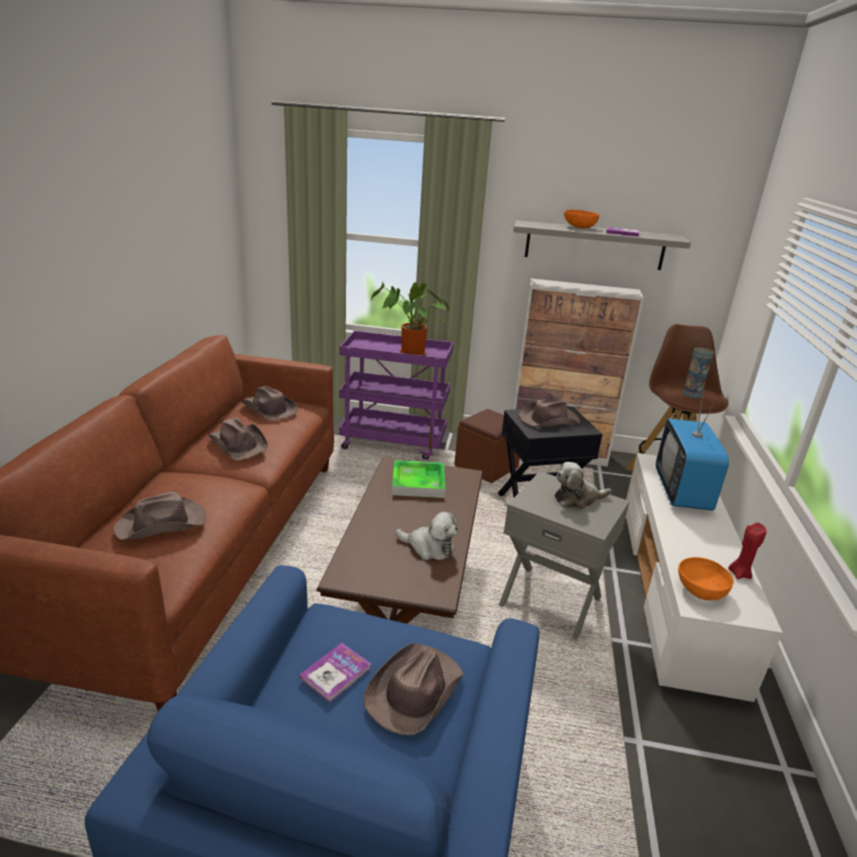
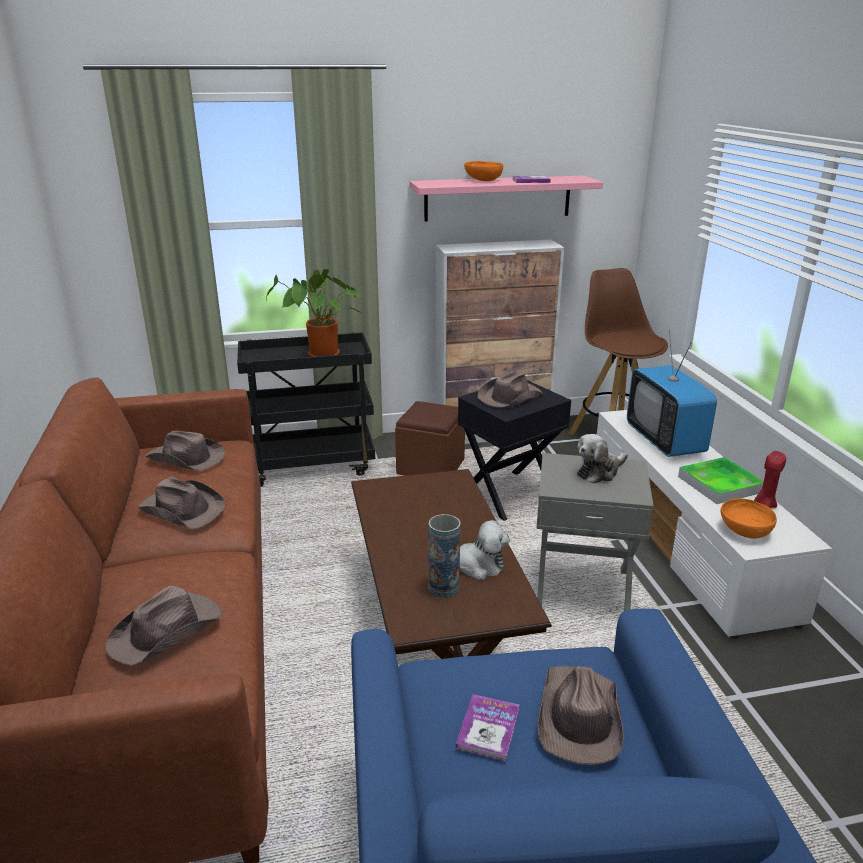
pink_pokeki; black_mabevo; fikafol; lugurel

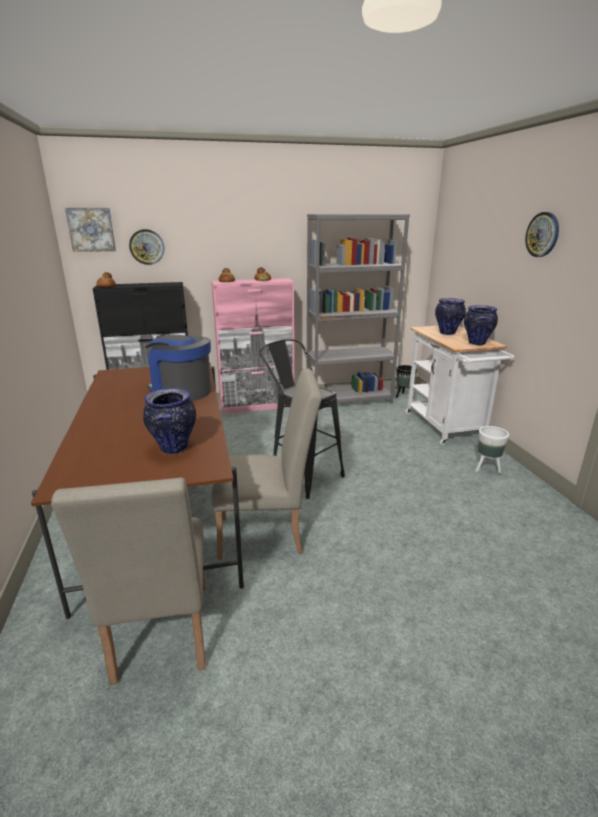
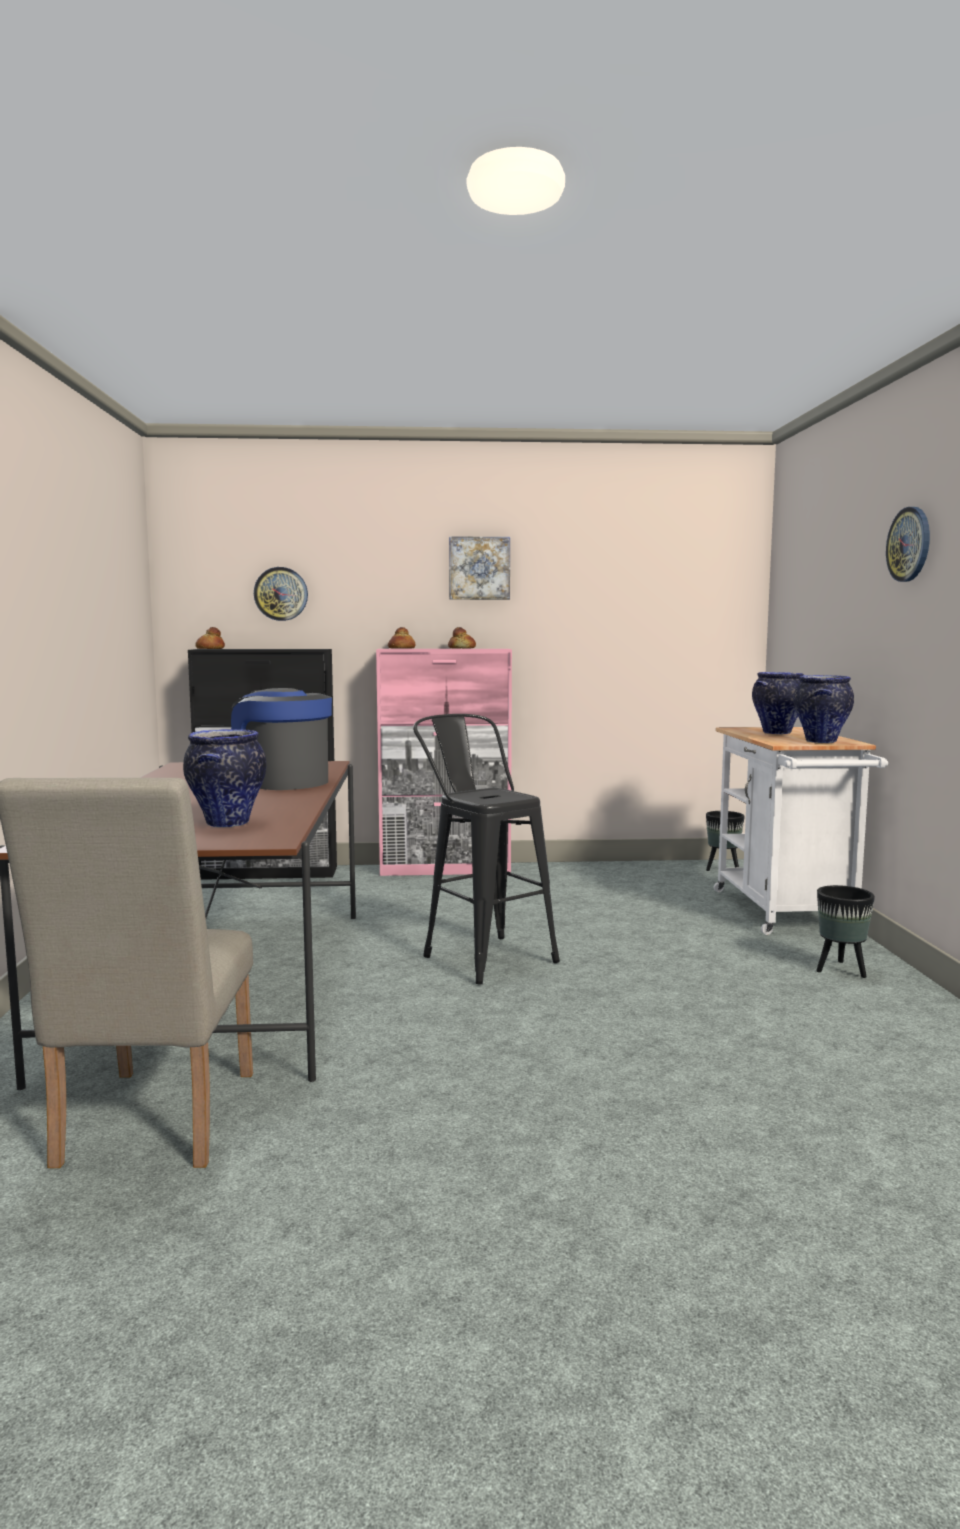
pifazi; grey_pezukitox; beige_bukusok (no. 2 from left in the first image); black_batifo (no. 2 from left)

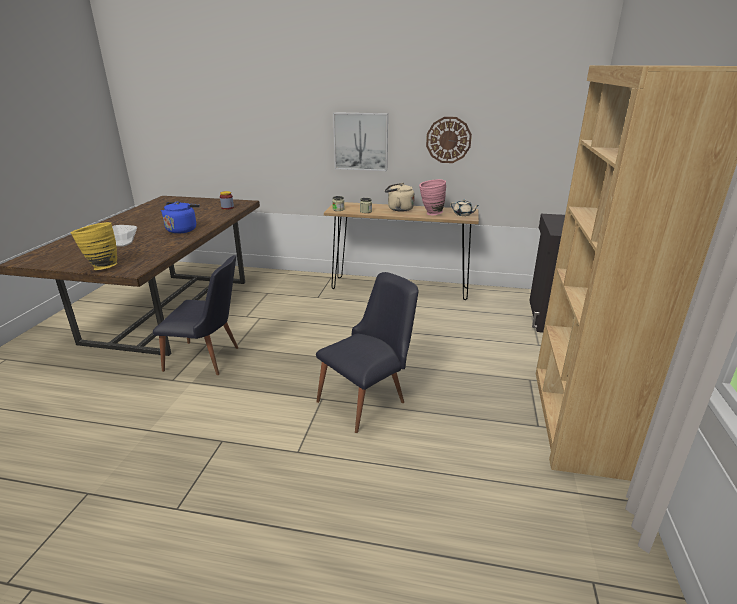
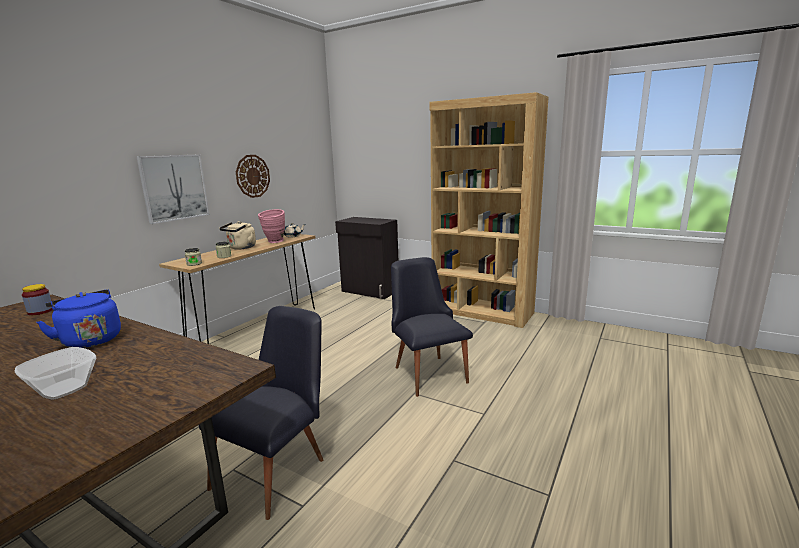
yellow_fikafol

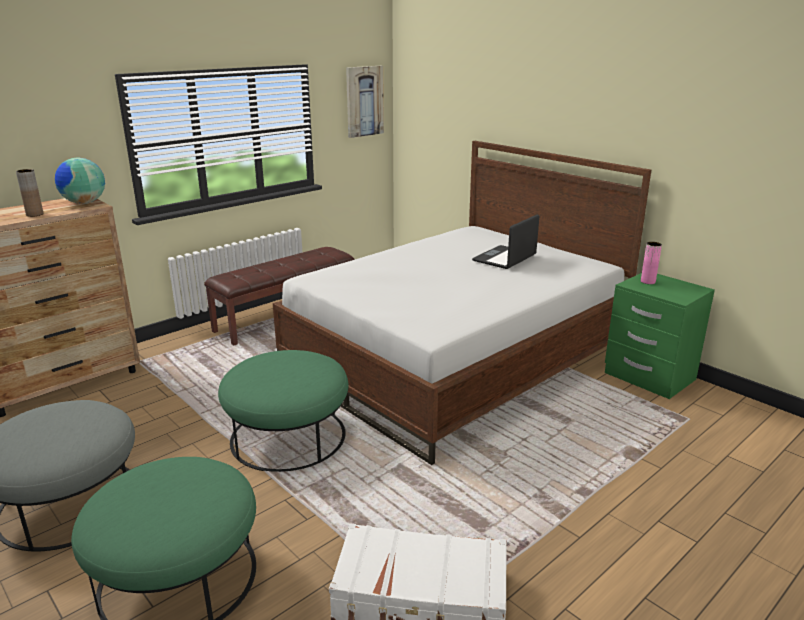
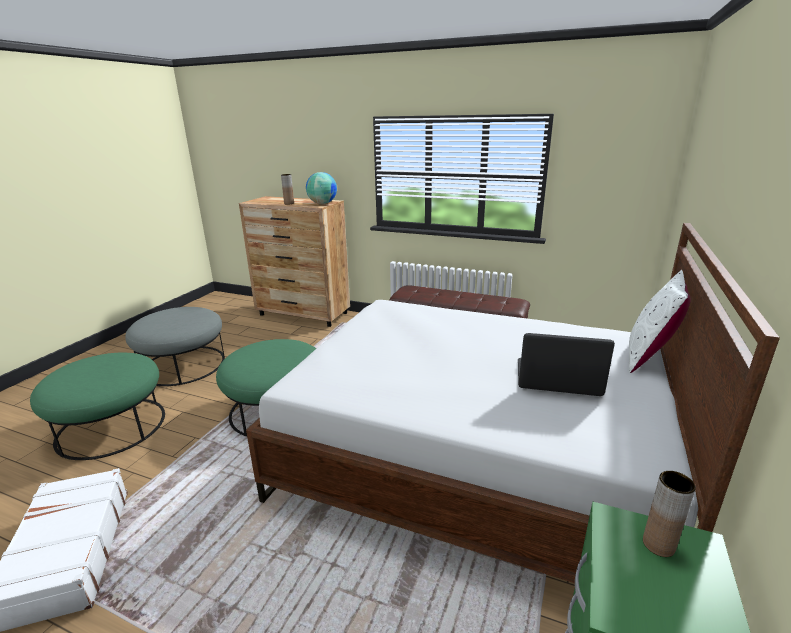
pifazi; brown_fikafol (no. 2 from left); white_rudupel

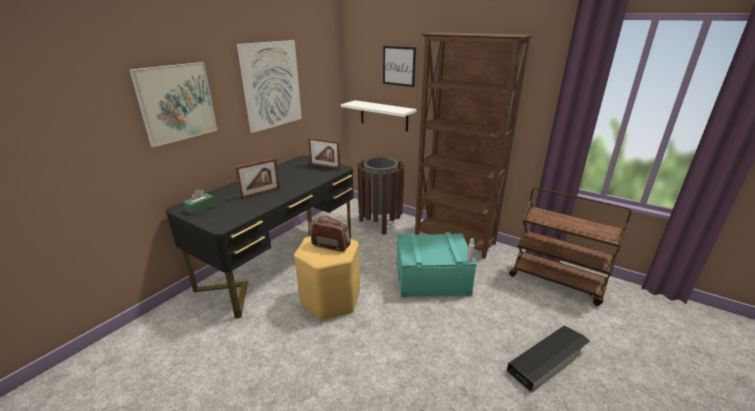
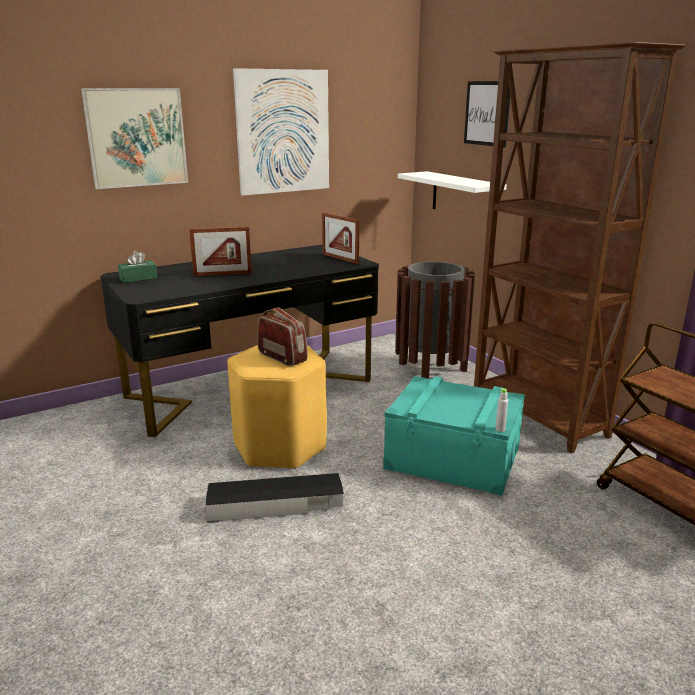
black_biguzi

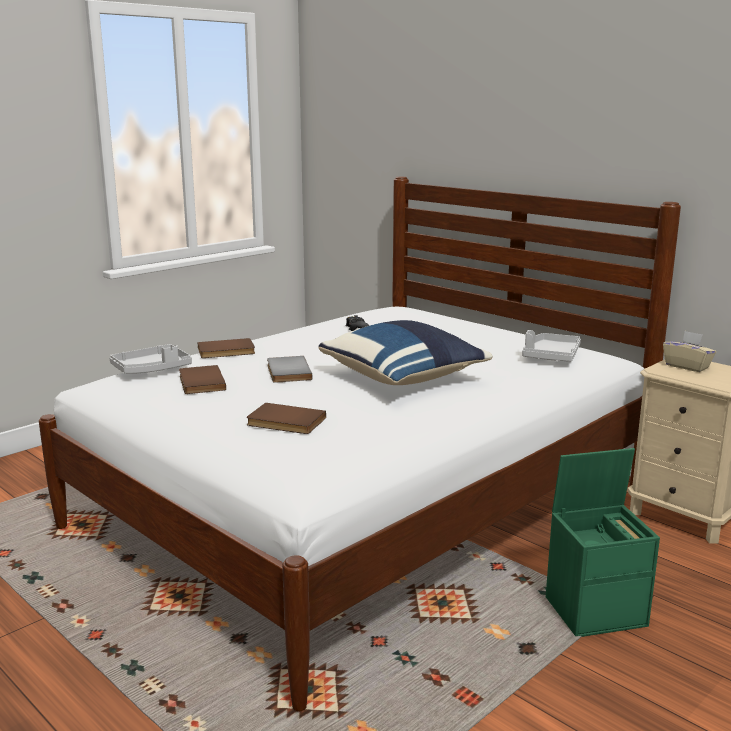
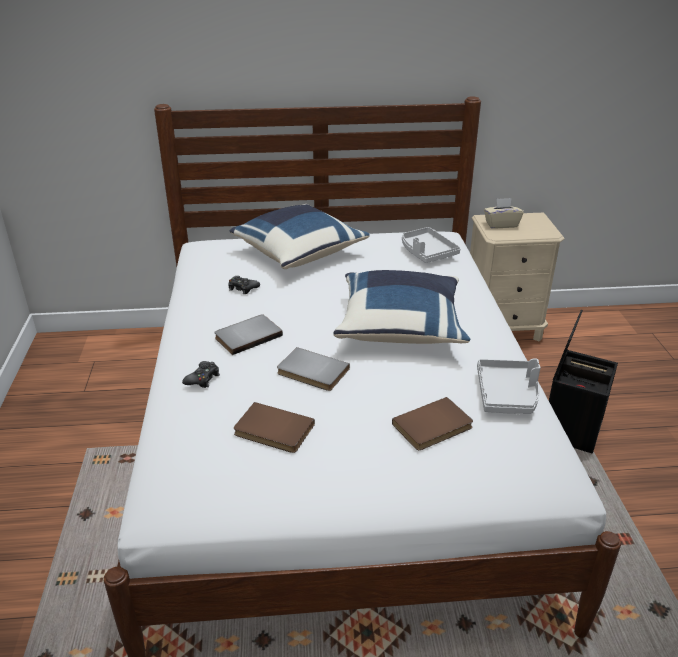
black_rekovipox (no. 1 from left); grey_lugurel (no. 2 from left); black_biguzi; blue_rudupel (no. 1 from left); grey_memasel (no. 1 from left)

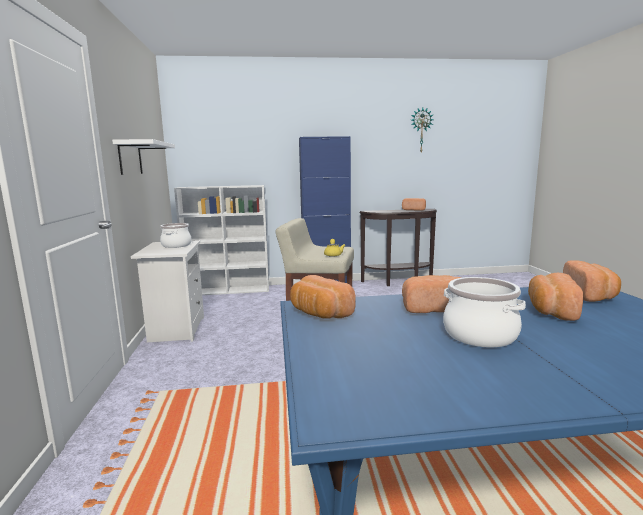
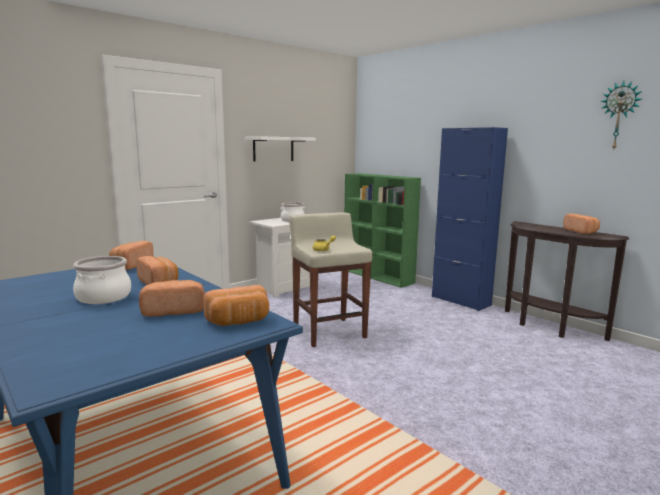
green_pezukitox

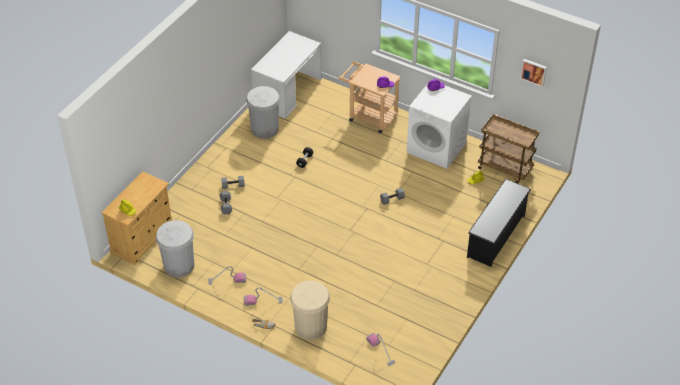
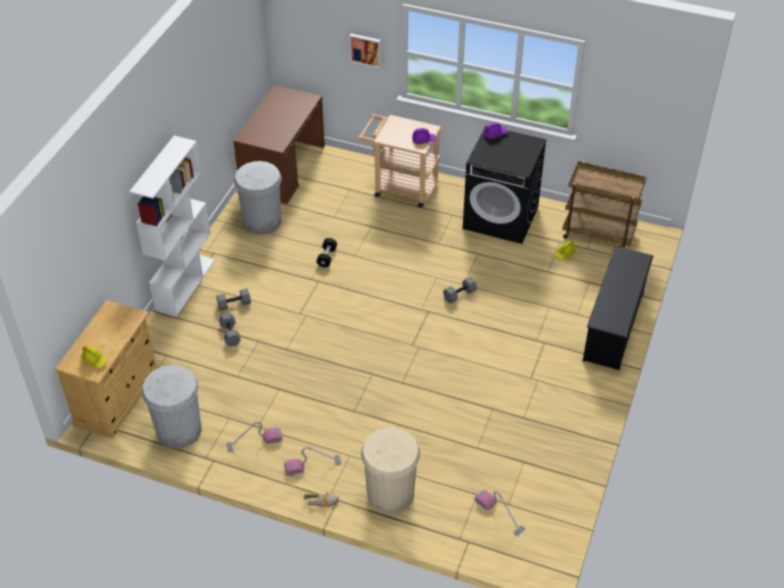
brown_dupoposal; pifazi; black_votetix; white_pezukitox

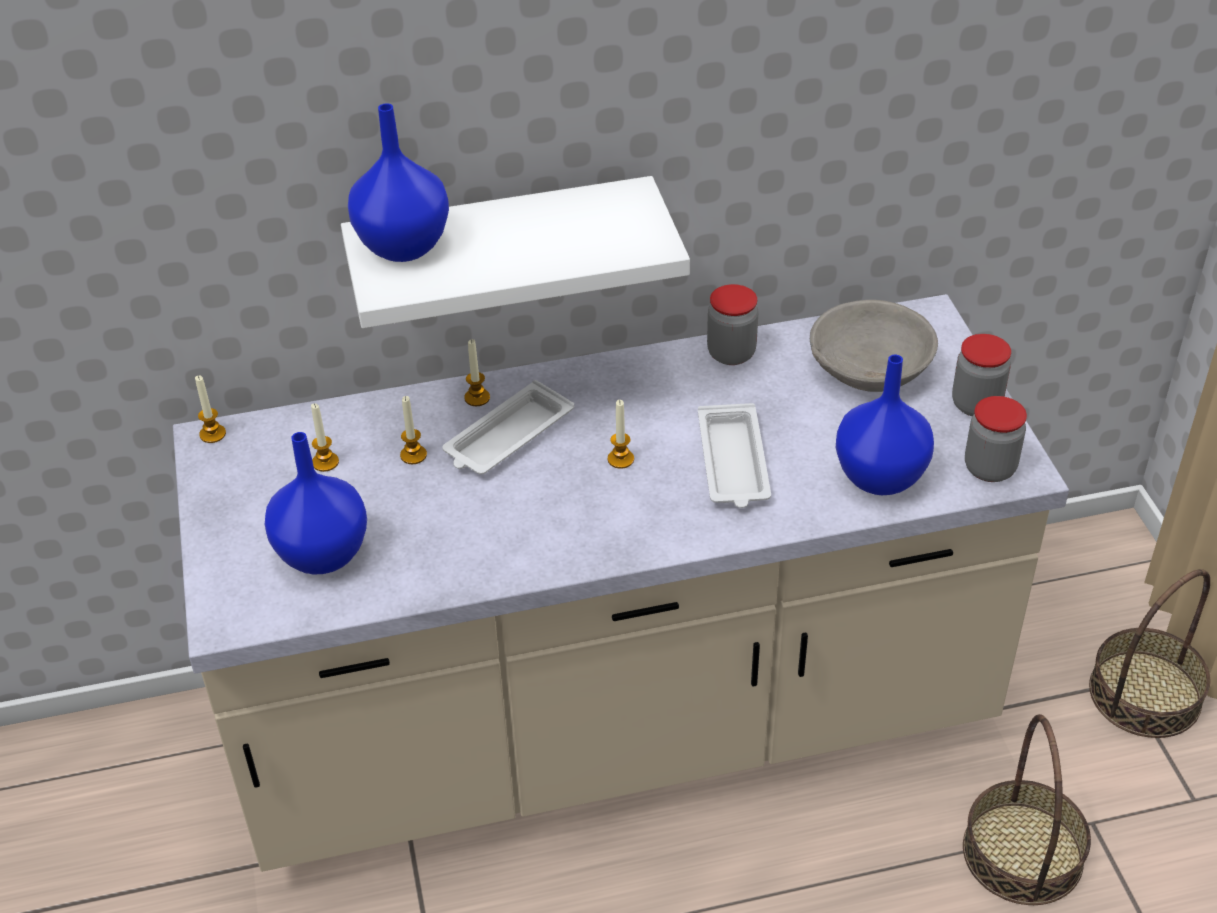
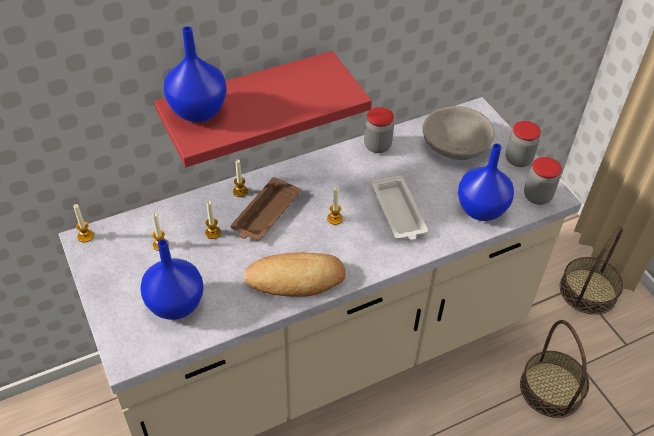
red_pokeki; brown_lugurel; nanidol

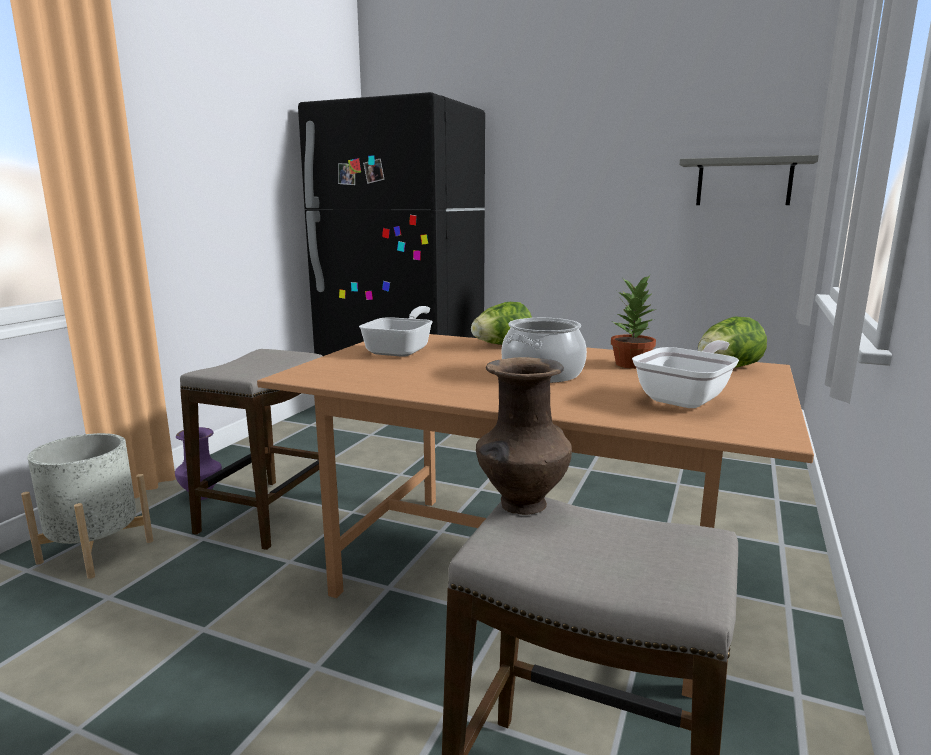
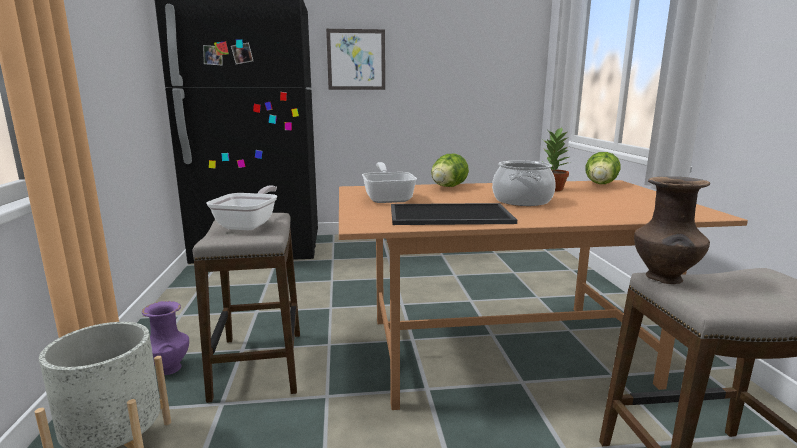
grey_pokeki; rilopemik (no. 1 from left); pifazi; lugurel

